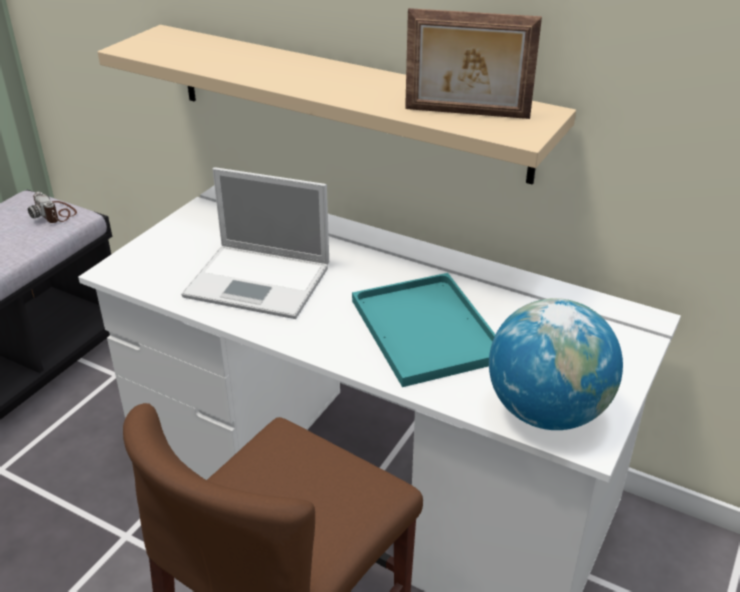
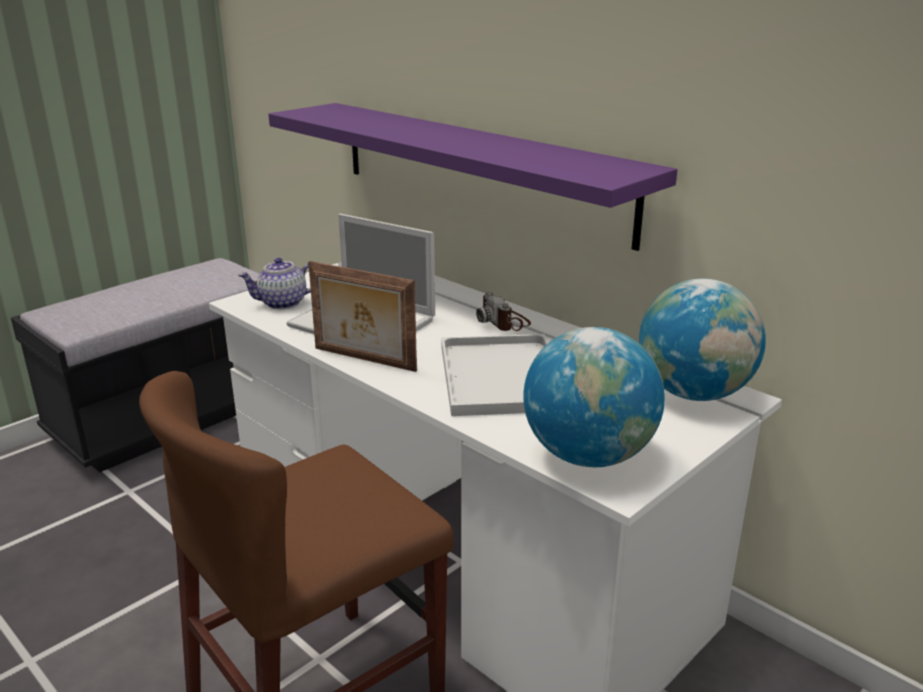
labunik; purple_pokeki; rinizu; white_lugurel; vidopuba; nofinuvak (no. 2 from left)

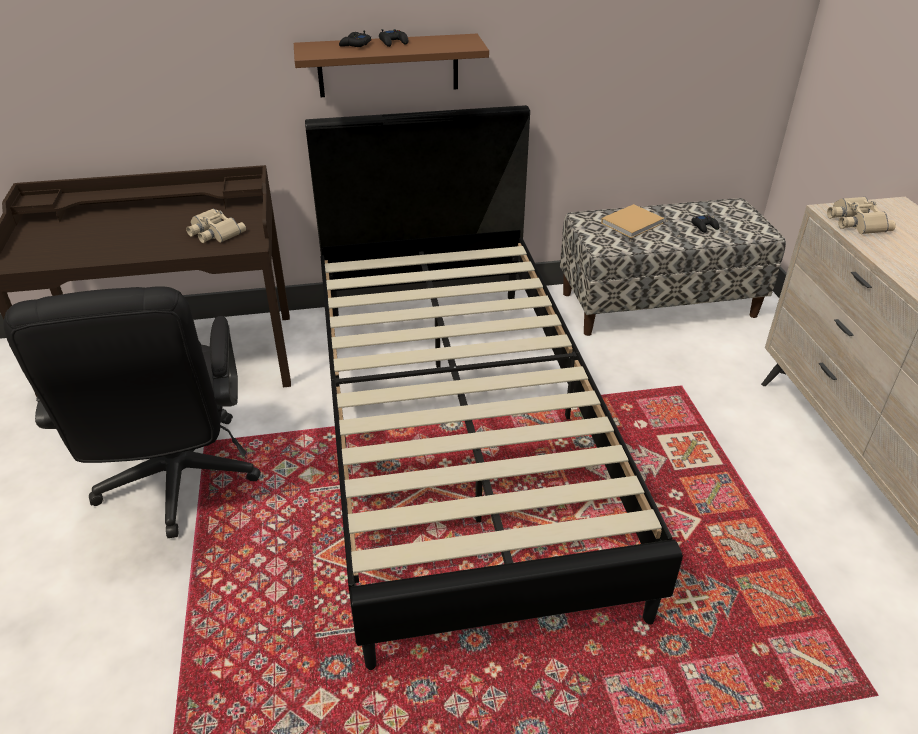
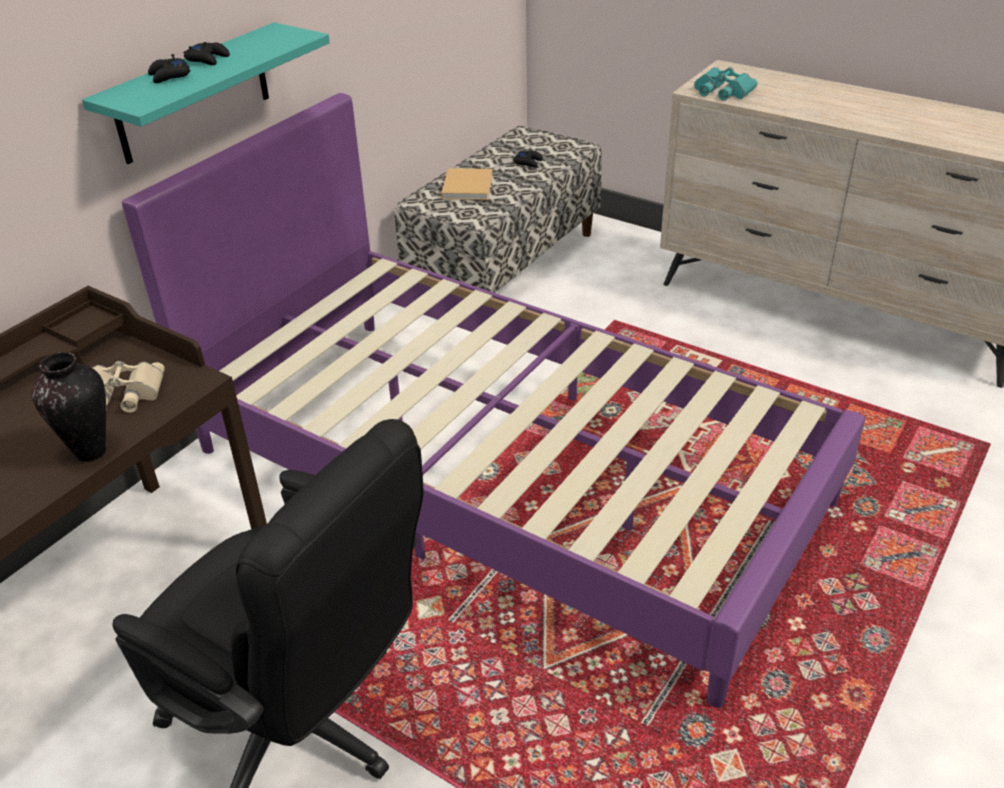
turquoise_pokeki; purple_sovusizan; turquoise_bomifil; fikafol

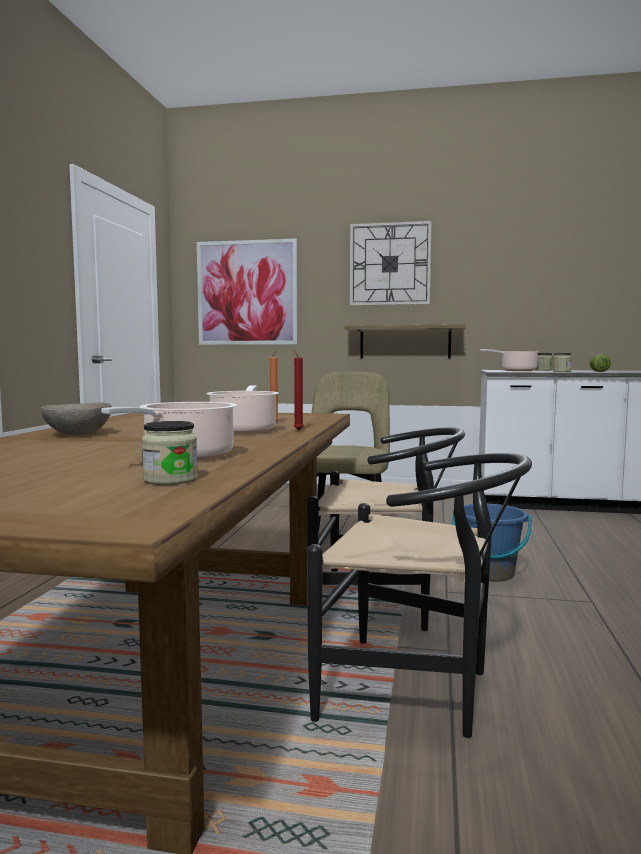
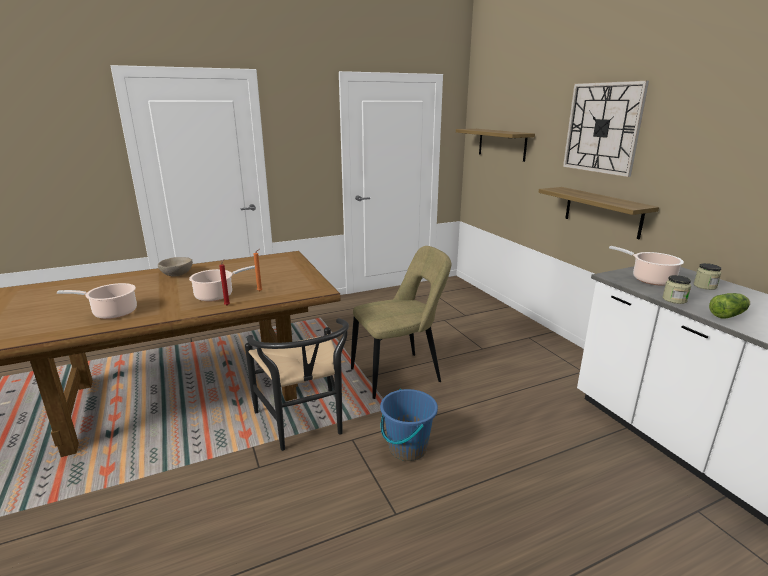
pokeki (no. 1 from left); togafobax (no. 1 from left in the first image); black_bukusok (no. 2 from left in the first image)

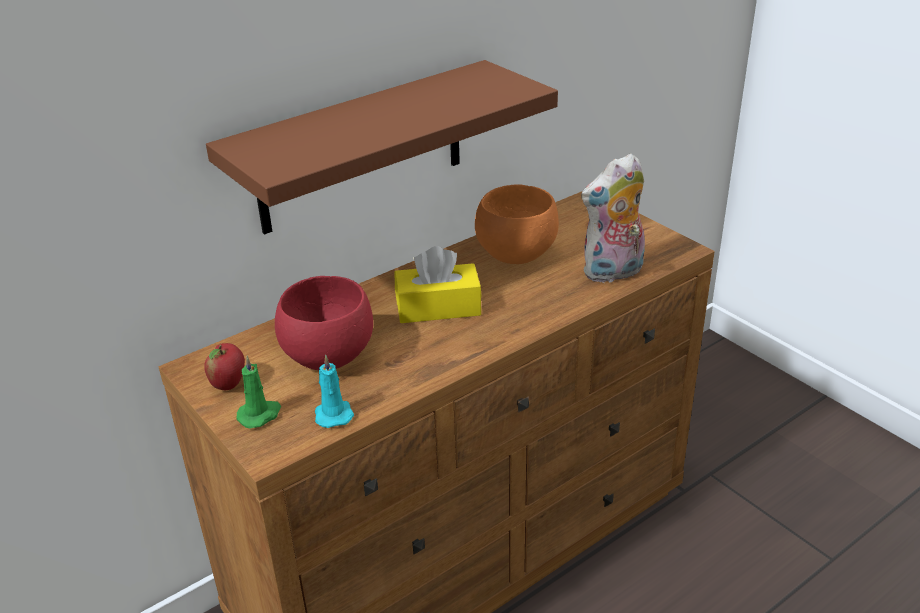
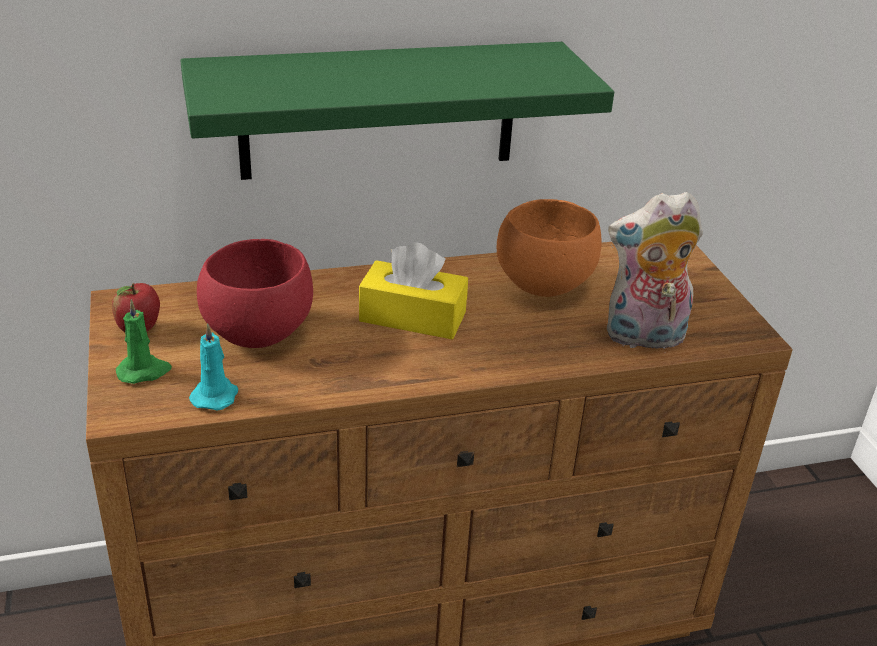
green_pokeki

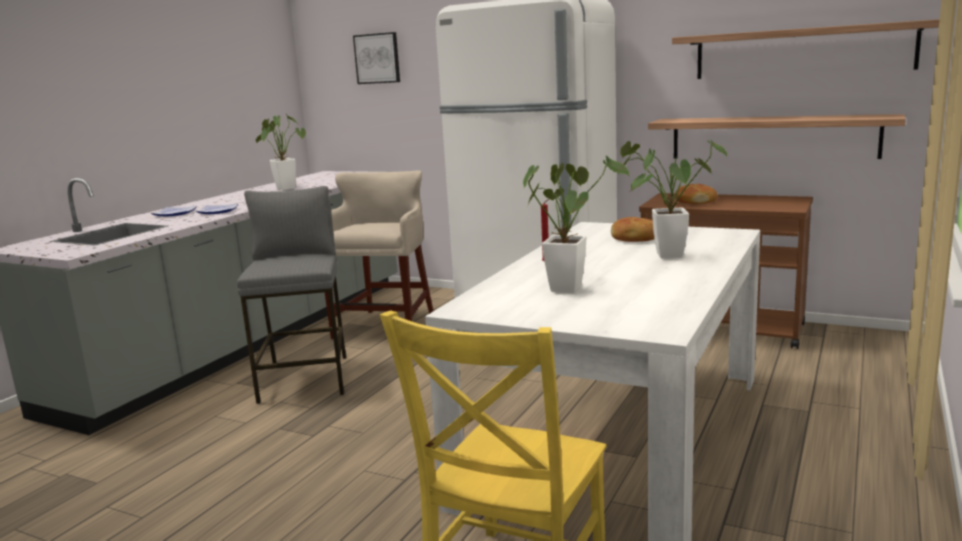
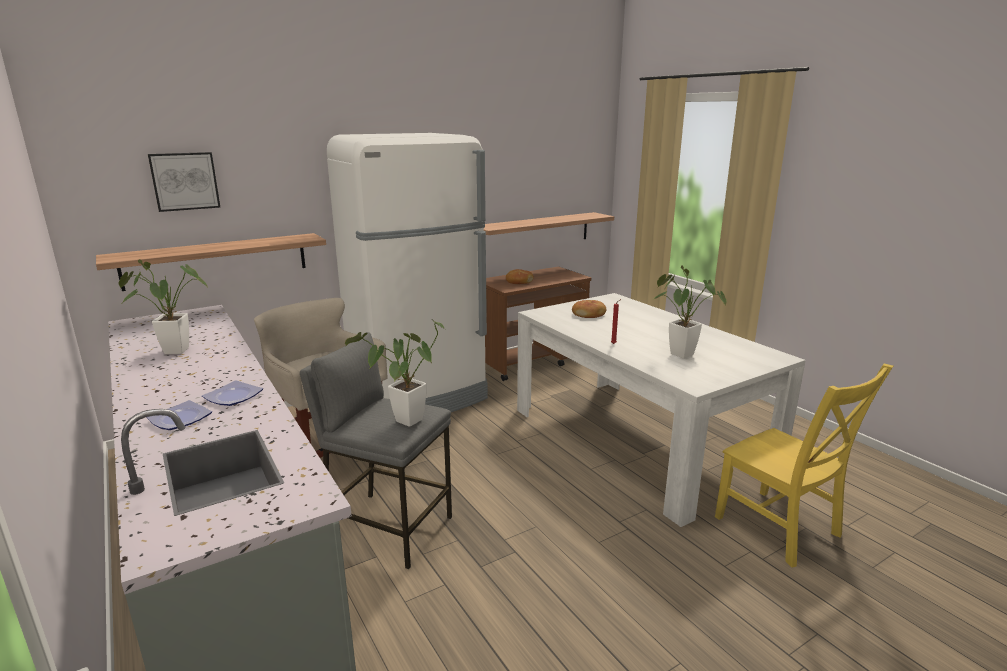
pokeki (no. 1 from left); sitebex (no. 2 from left)

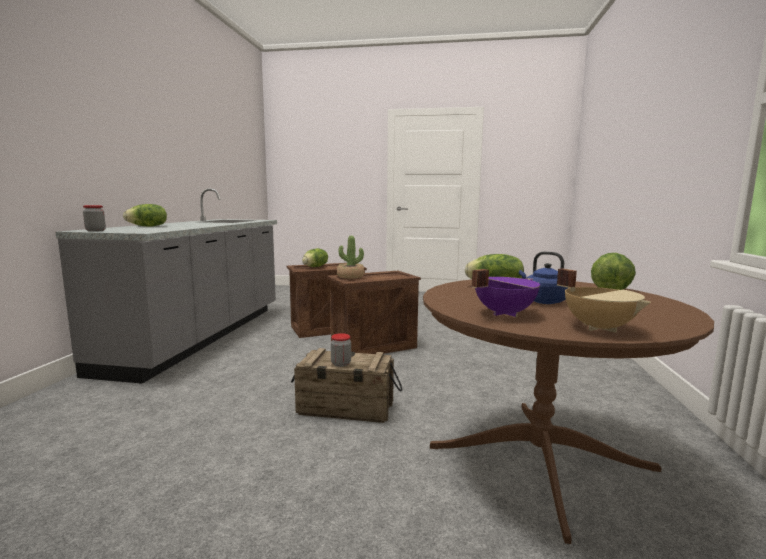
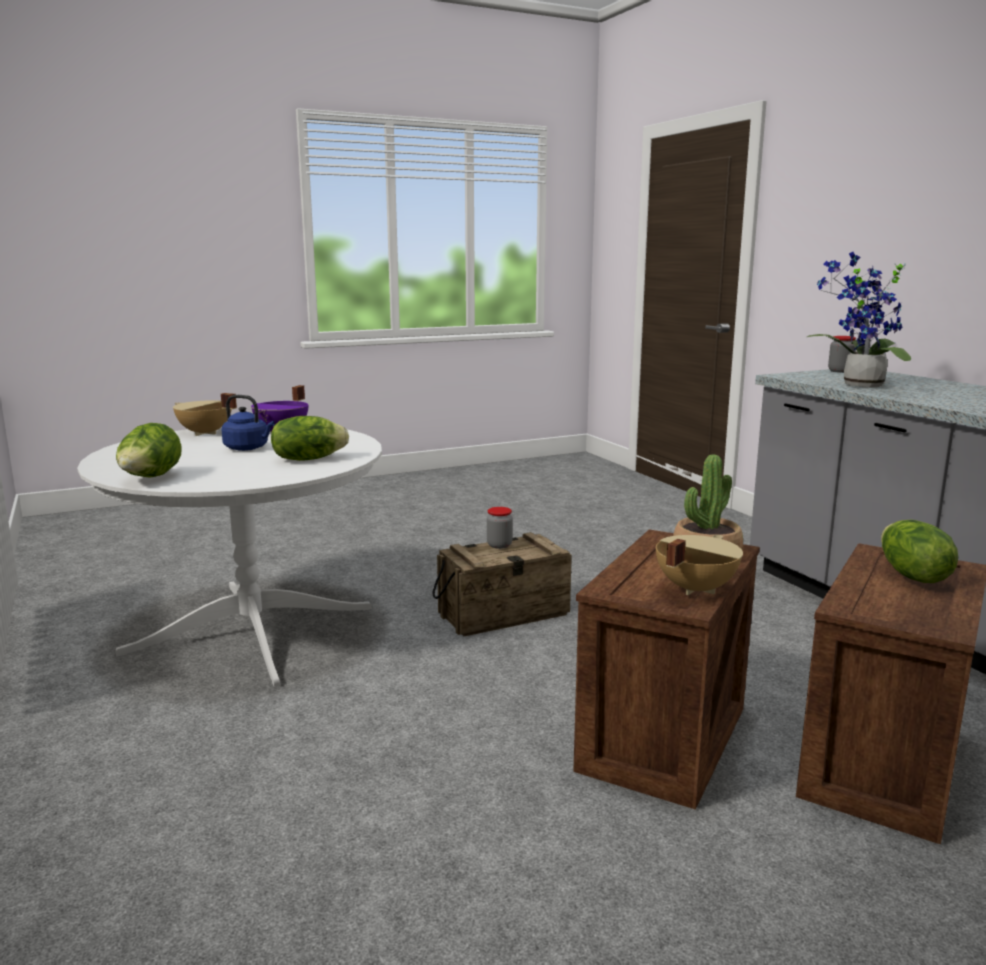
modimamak (no. 1 from left in the first image); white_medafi; sitebex (no. 2 from left); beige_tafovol (no. 2 from left)

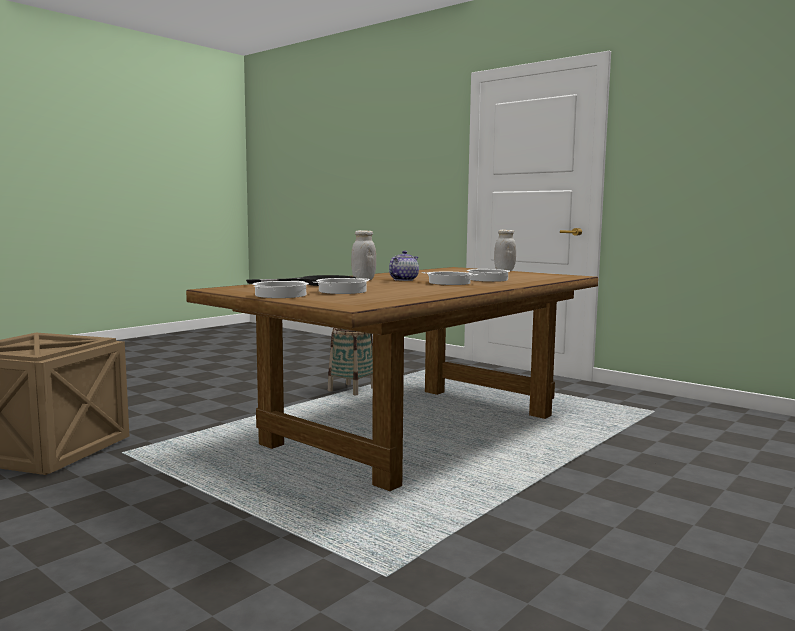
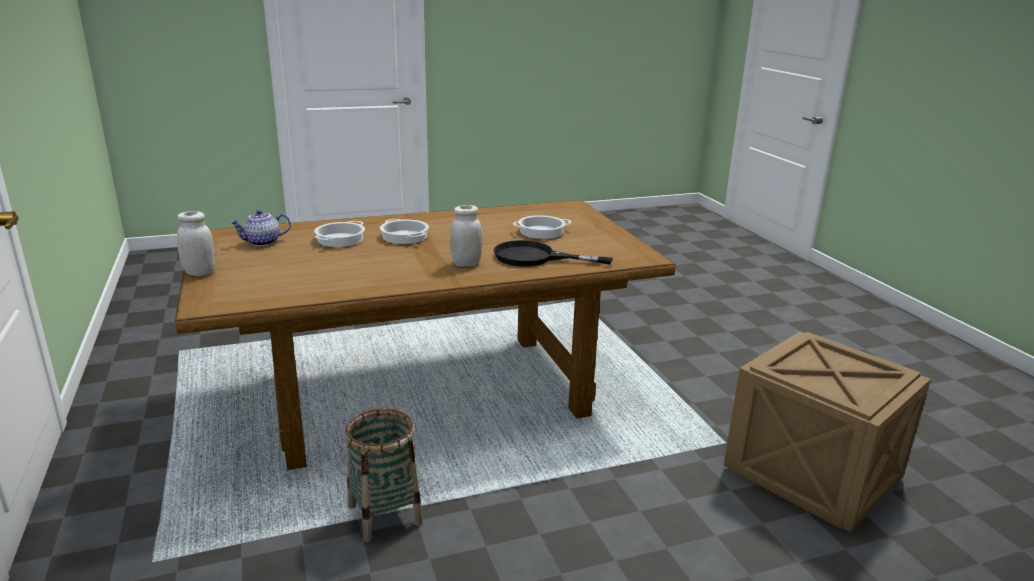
vidopuba; tafovol (no. 1 from left in the first image)

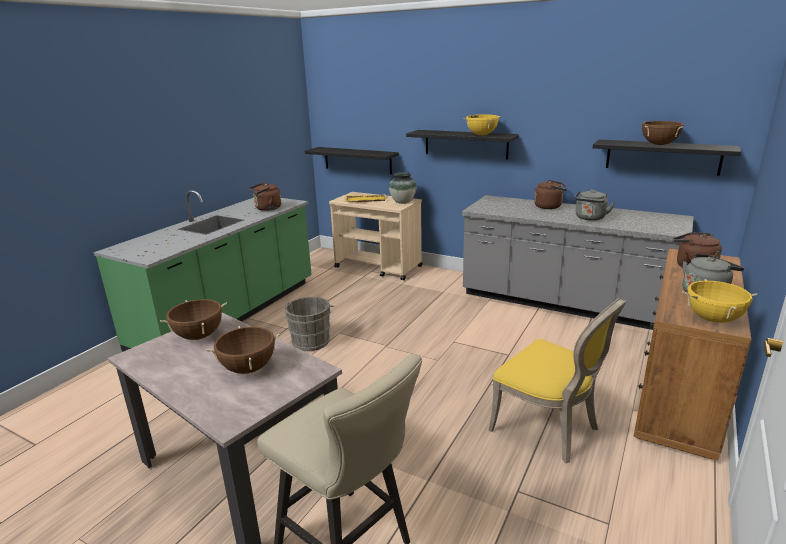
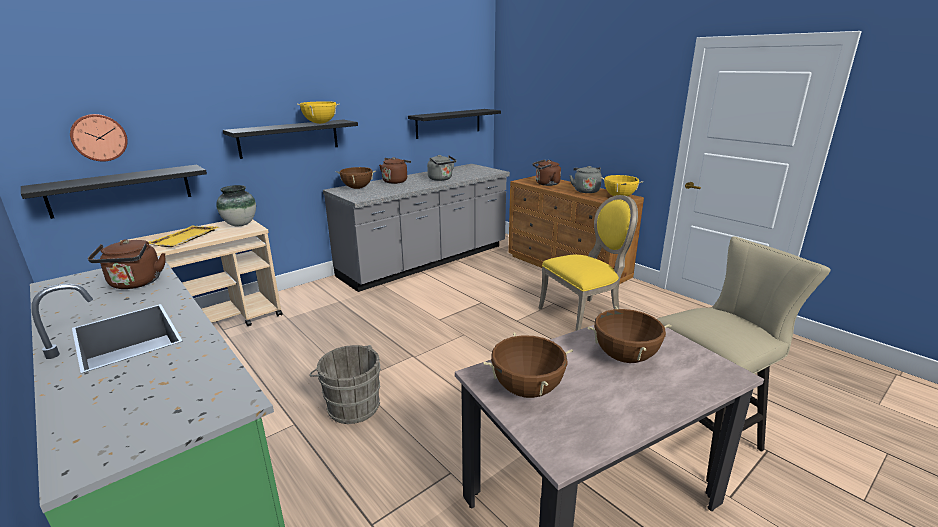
brown_tafovol (no. 1 from left); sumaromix

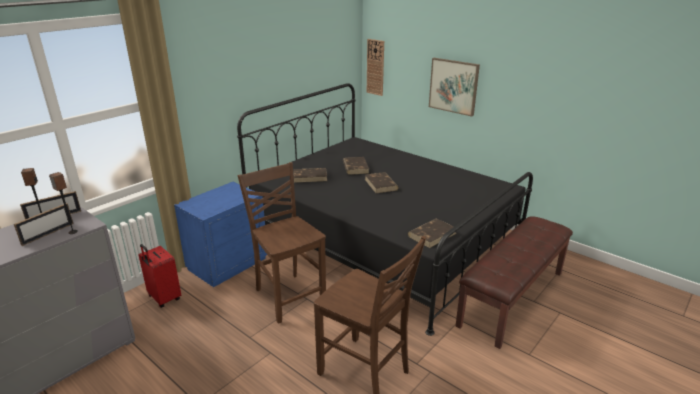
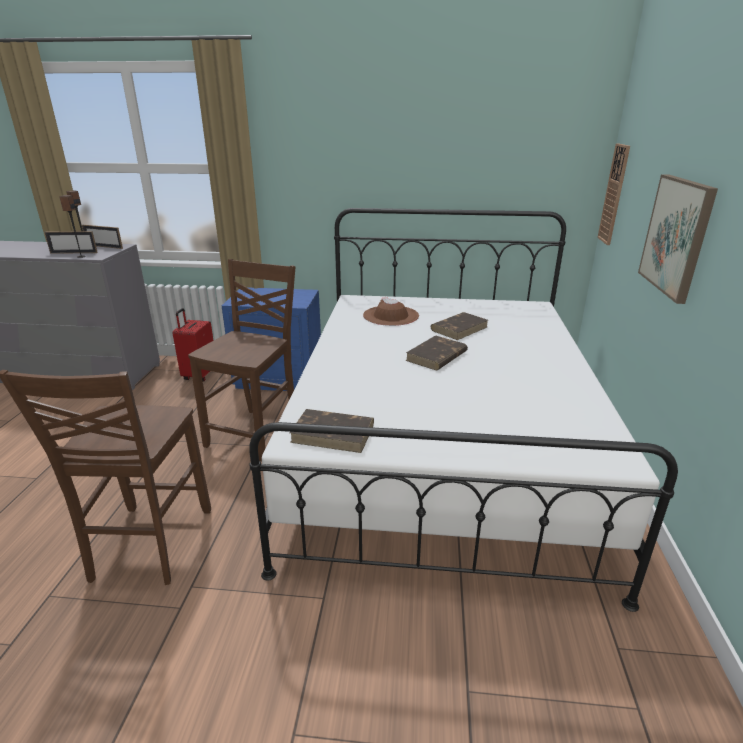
white_sovusizan; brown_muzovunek; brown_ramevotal

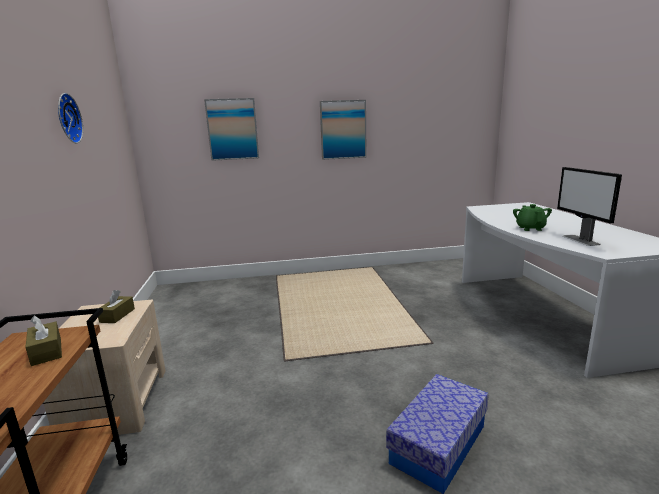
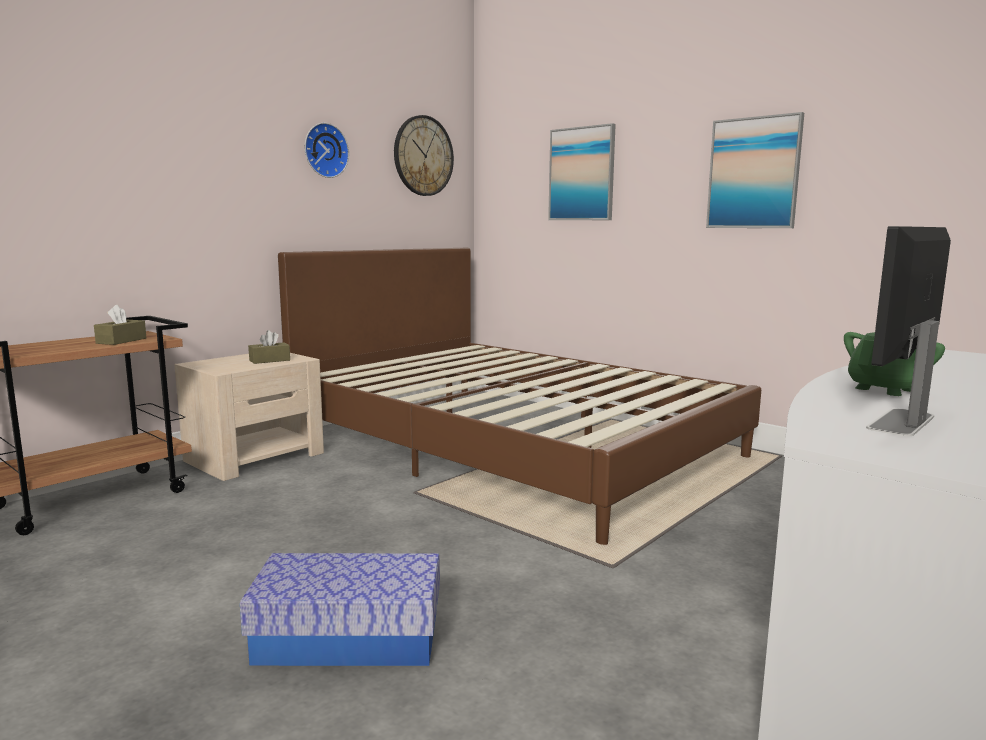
sumaromix (no. 2 from left); brown_sovusizan

